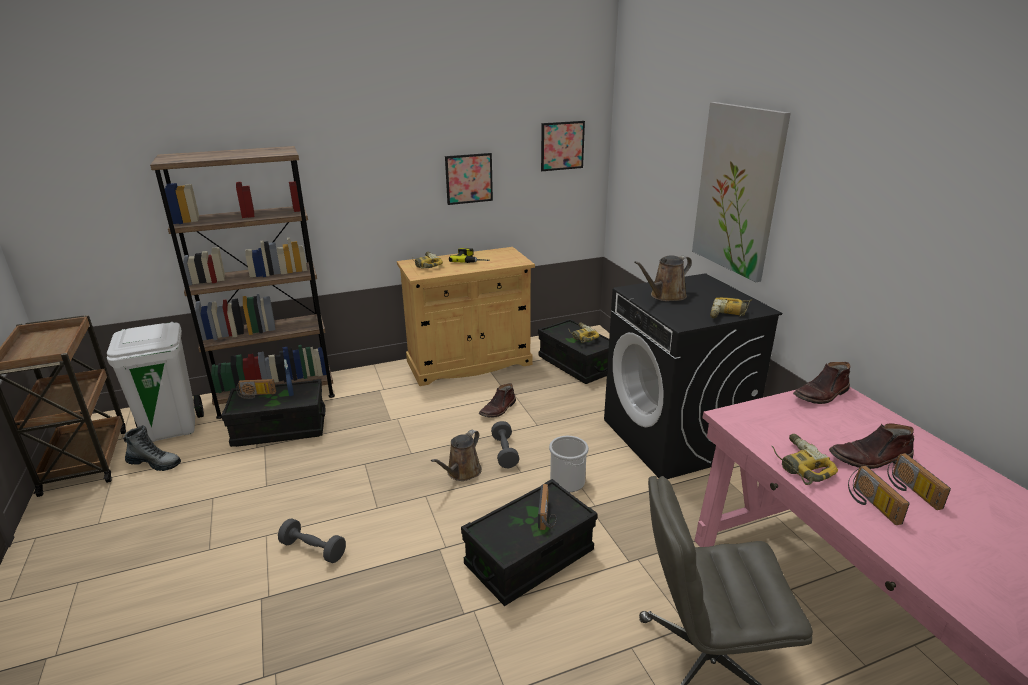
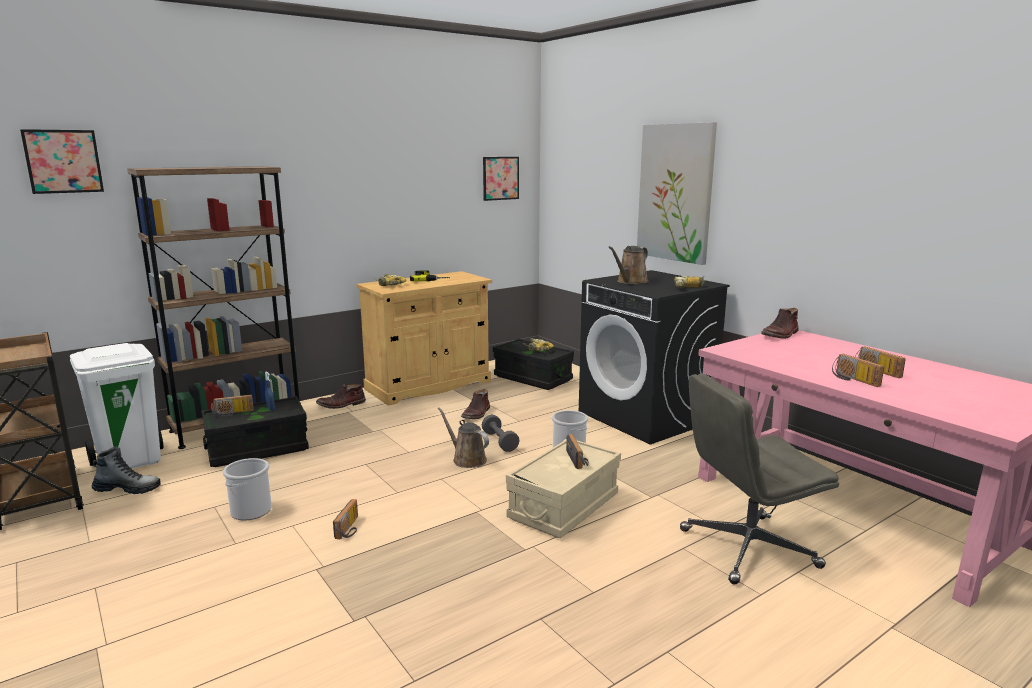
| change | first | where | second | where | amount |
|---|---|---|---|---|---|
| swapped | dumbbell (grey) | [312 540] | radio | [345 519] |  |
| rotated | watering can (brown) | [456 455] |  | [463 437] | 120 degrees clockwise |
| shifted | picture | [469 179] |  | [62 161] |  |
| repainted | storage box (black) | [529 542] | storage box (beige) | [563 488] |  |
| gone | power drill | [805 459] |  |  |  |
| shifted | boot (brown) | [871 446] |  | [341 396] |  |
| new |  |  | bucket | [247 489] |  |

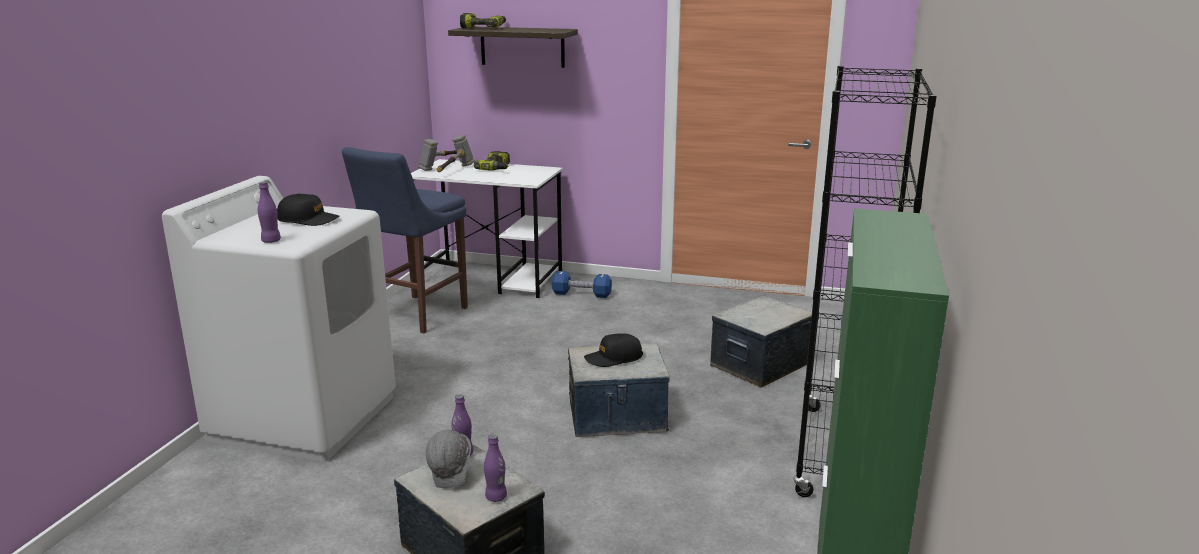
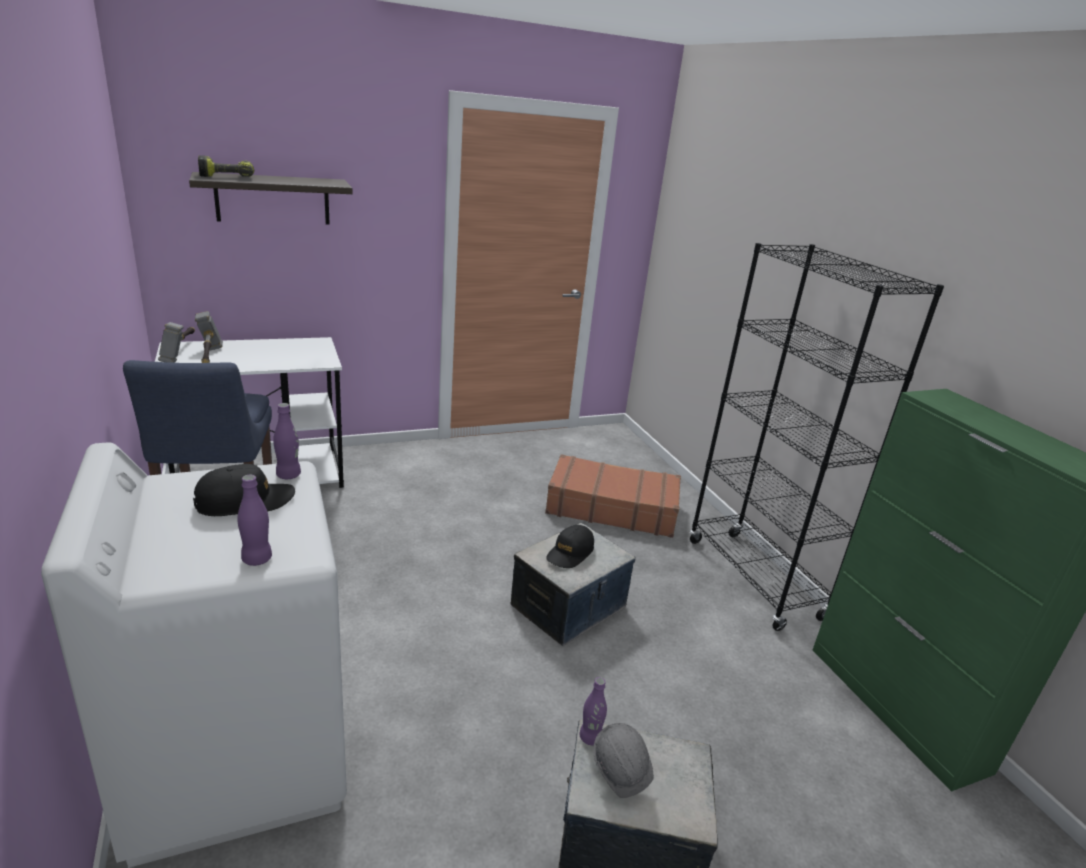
| change | first | where | second | where | amount |
|---|---|---|---|---|---|
| gone | power drill | [492 161] |  |  |  |
| shifted | bottle (purple) | [495 468] |  | [287 441] |  |
| gone | dumbbell (blue) | [582 284] |  |  |  |
| swapped | storage box | [761 341] | suitcase (brown) | [613 496] |  |

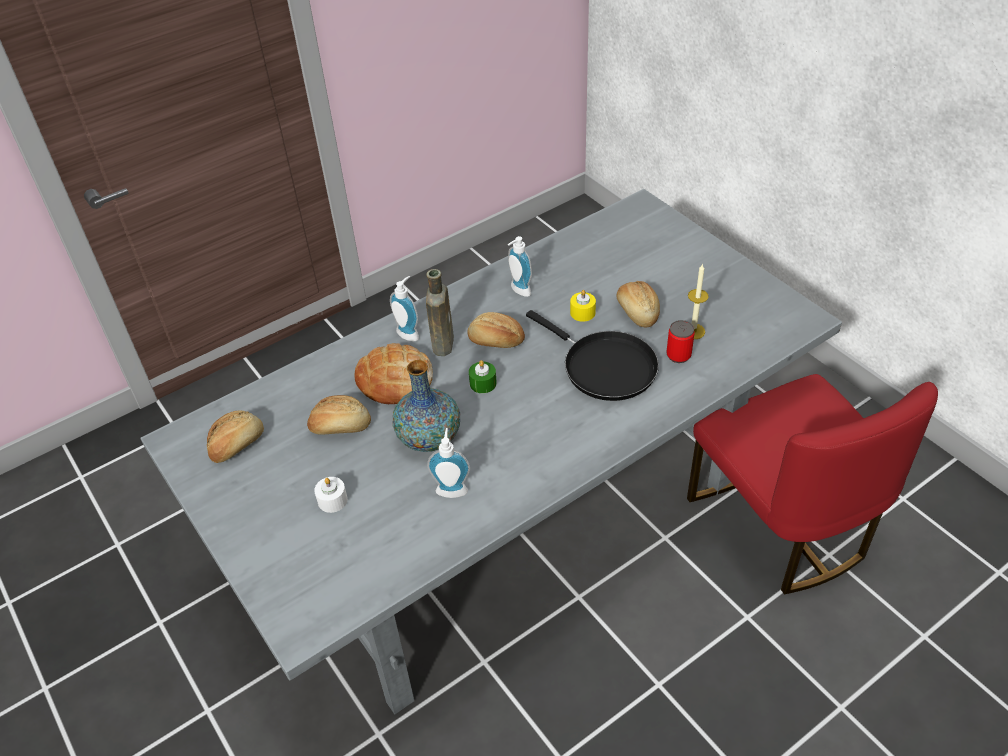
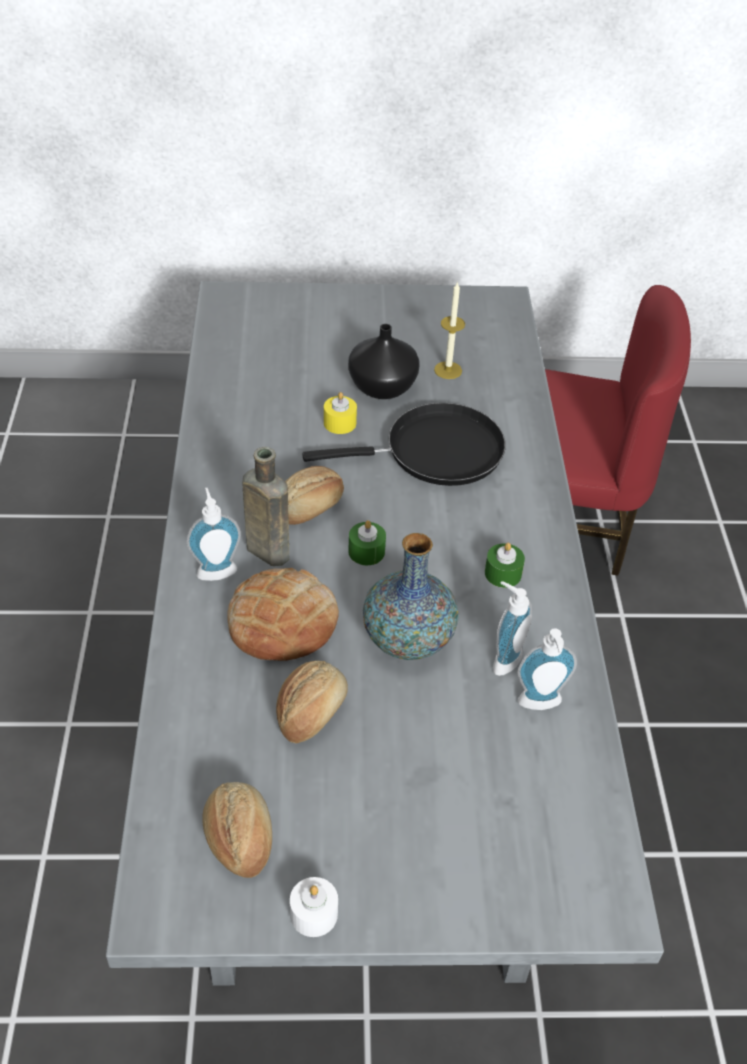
| change | first | where | second | where | amount |
|---|---|---|---|---|---|
| shifted | candle (white) | [331 495] |  | [314 907] |  |
| shifted | soap dispenser | [520 266] |  | [547 669] |  |
| swapped | bread | [638 304] | vase (black) | [383 361] |  |
| gone | can | [681 341] |  |  |  |
| new |  |  | candle (green) | [505 565] |  |

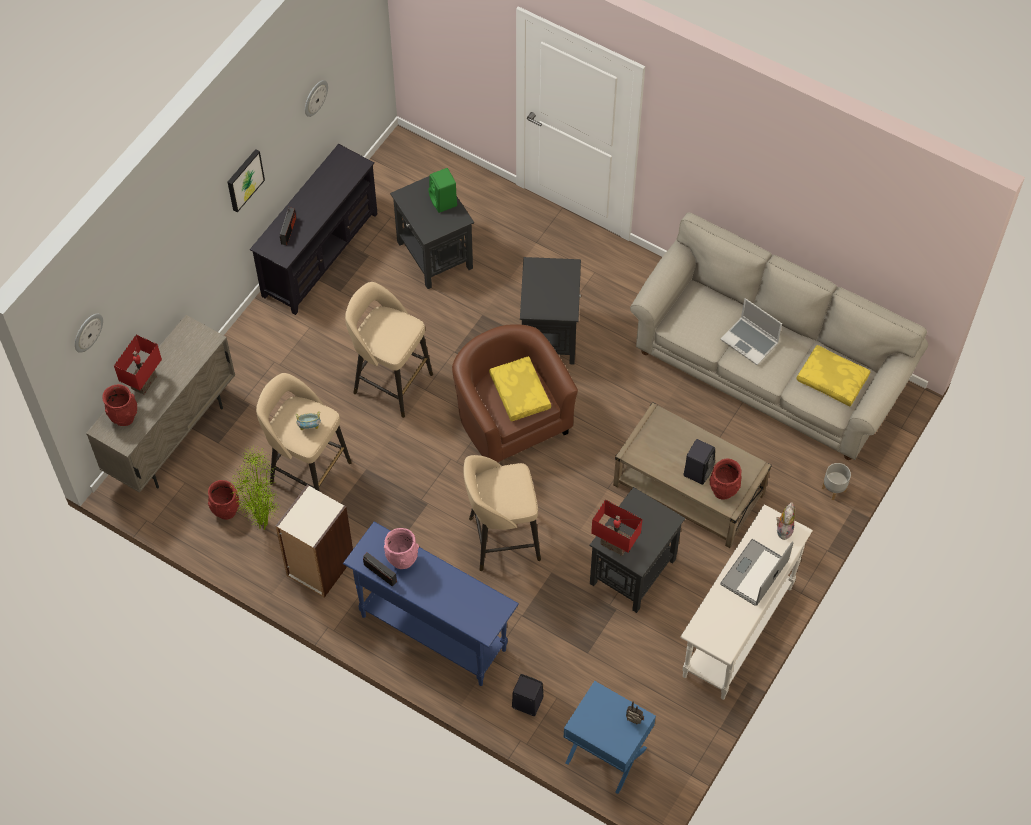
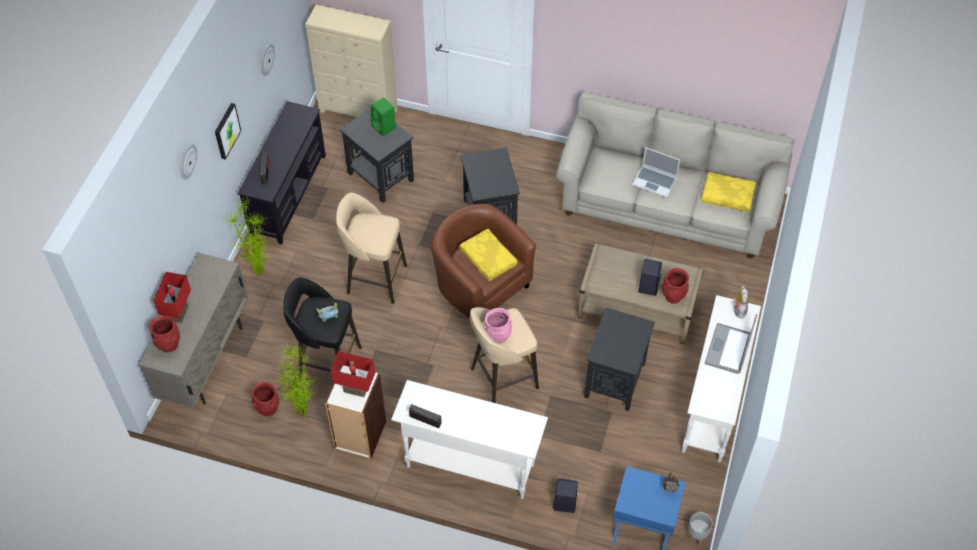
| change | first | where | second | where | amount |
|---|---|---|---|---|---|
| shifted | wall clock | [89 333] |  | [188 161] |  |
| repainted | stool (beige) | [304 432] | stool (black) | [322 328] |  |
| repainted | console table (blue) | [431 604] | console table (white) | [469 439] |  |
| shifted | vase (pink) | [401 548] |  | [498 326] |  |
| shifted | table lamp (red) | [617 528] |  | [352 374] |  |
| shifted | planter (grey) | [836 481] |  | [699 529] |  |
| new |  |  | potted plant | [245 236] |  |
| new |  |  | dresser (beige) | [351 61] |  |

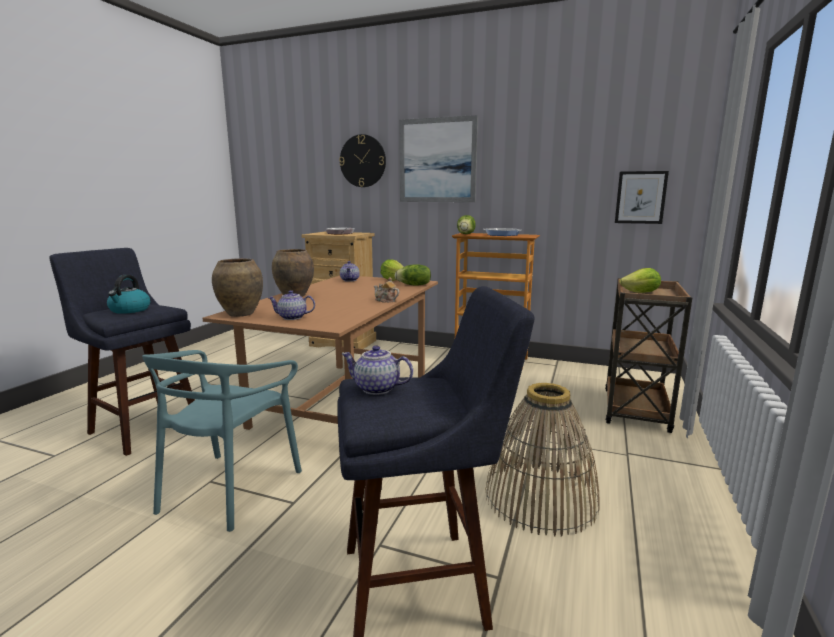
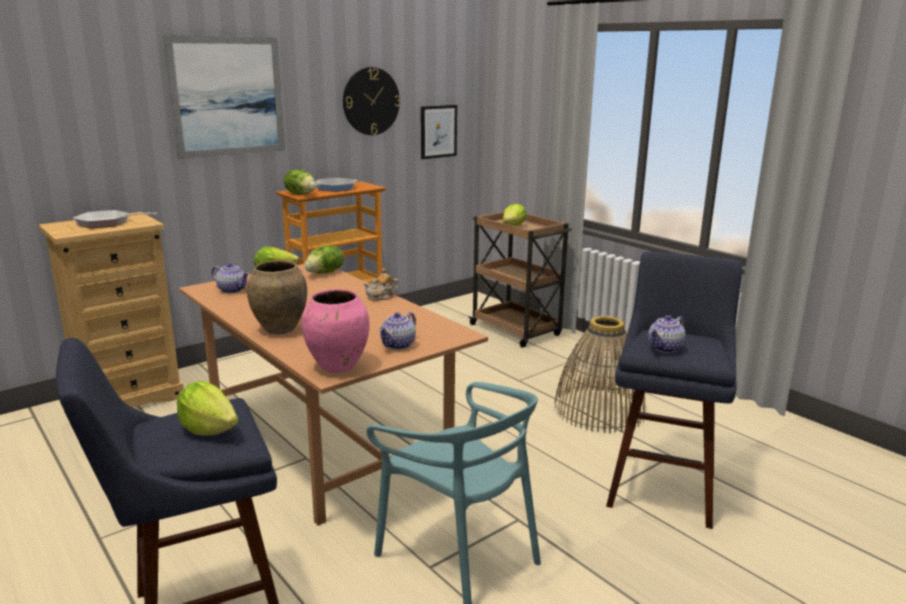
| change | first | where | second | where | amount |
|---|---|---|---|---|---|
| swapped | kettle | [128 294] | lettuce | [207 408] |  |
| repainted | vase (brown) | [237 287] | vase (pink) | [336 331] |  |
| shifted | wall clock | [362 160] |  | [372 101] |  |

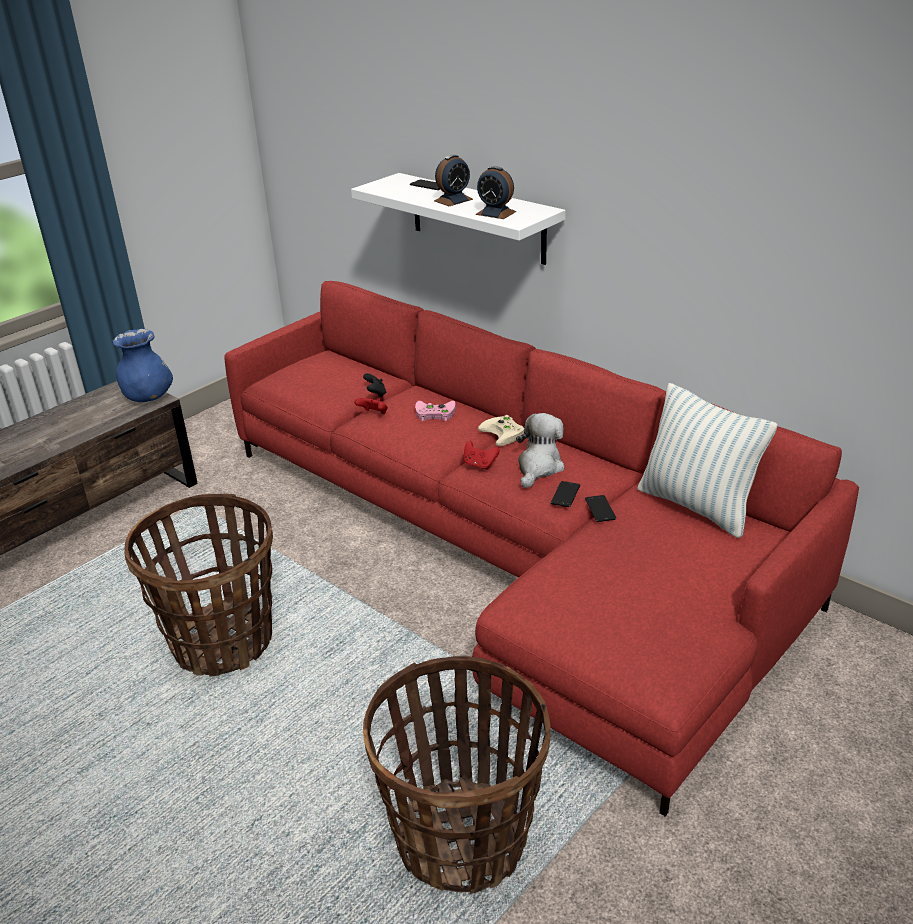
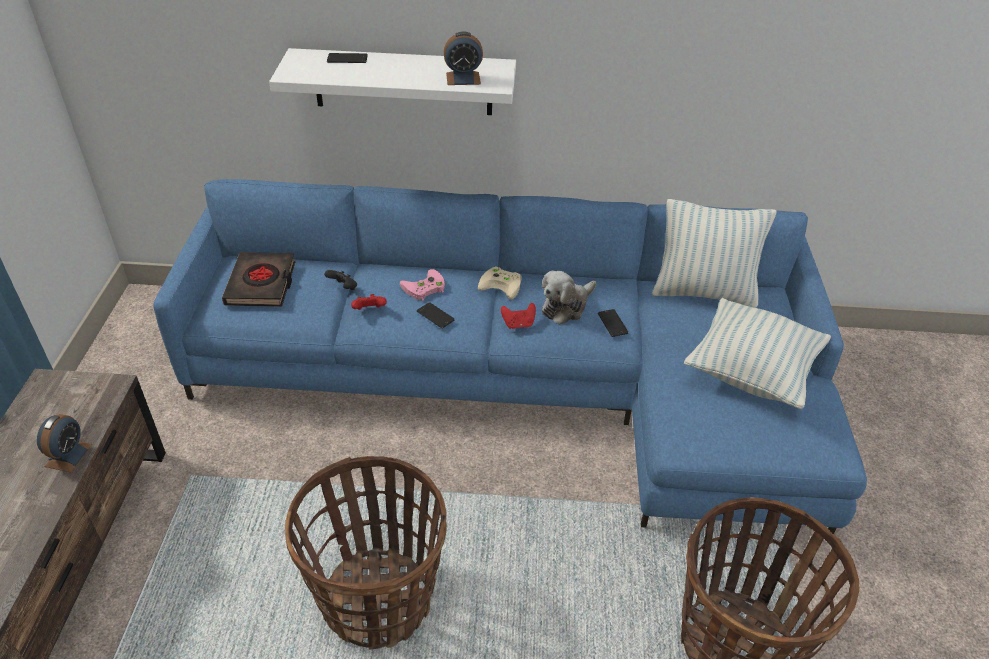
| change | first | where | second | where | amount |
|---|---|---|---|---|---|
| gone | vase (blue) | [142 365] |  |  |  |
| repainted | sofa (red) | [541 548] | sofa (blue) | [510 356] |  |
| shifted | alarm clock | [453 180] |  | [64 443] |  |
| rotated | plush toy | [540 450] |  | [569 298] | 120 degrees counterclockwise |
| shifted | phone | [600 508] |  | [436 315] |  |
| new |  |  | book (black) | [259 279] |  |
| new |  |  | pillow | [757 353] |  |

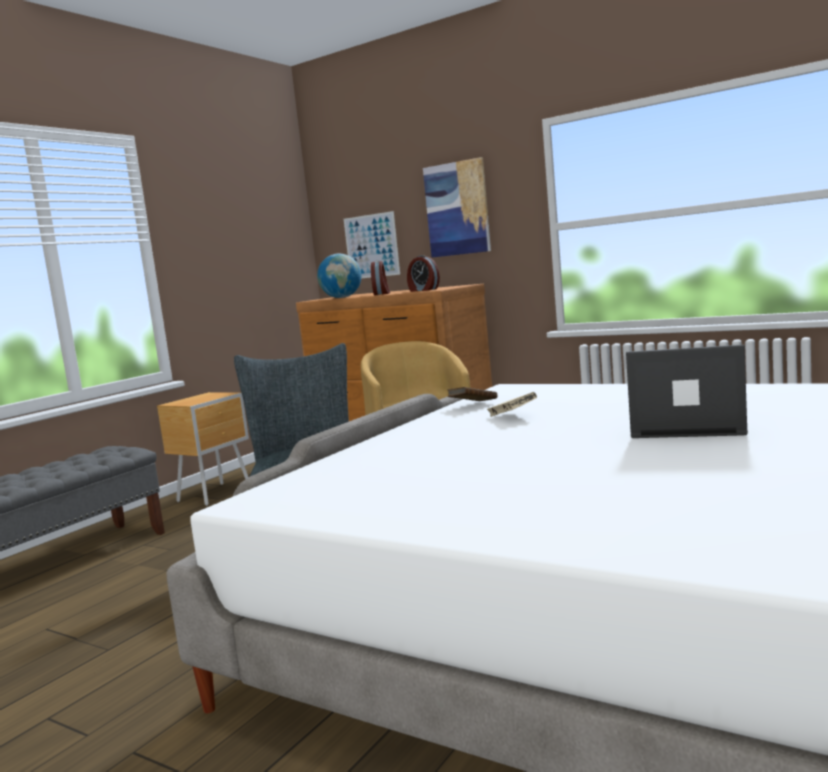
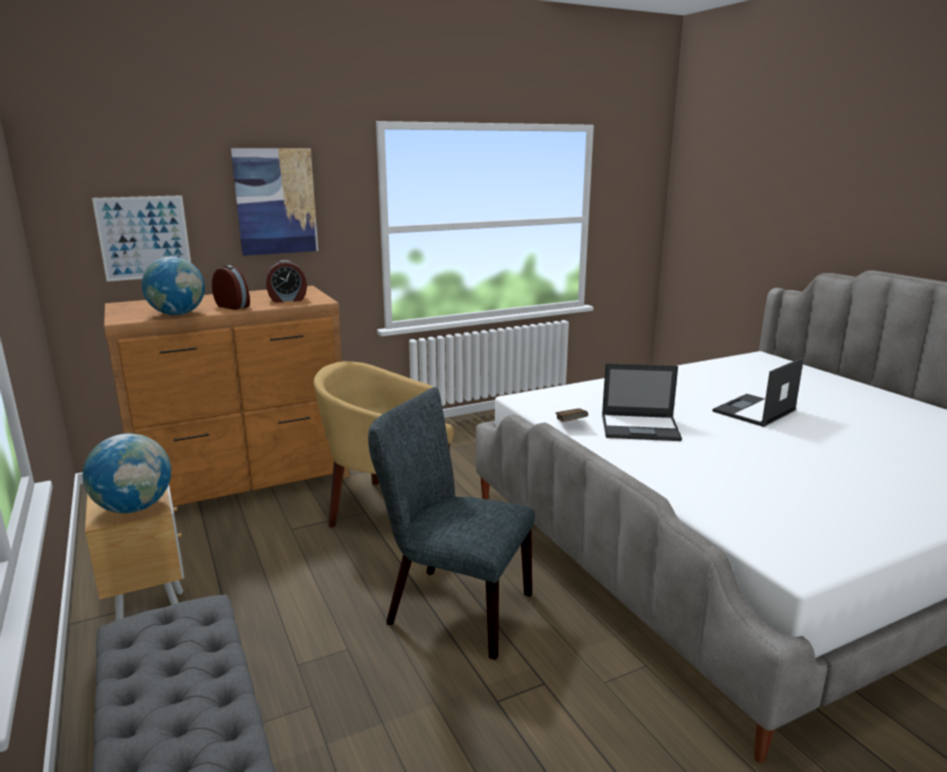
| change | first | where | second | where | amount |
|---|---|---|---|---|---|
| swapped | book (beige) | [512 404] | laptop | [642 402] |  |
| new |  |  | globe | [127 473] |  |

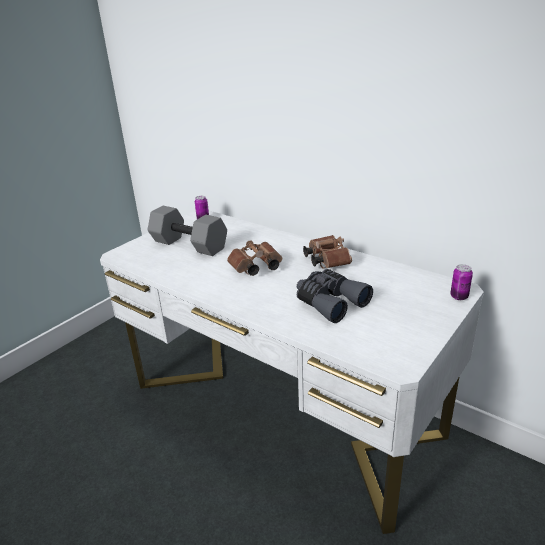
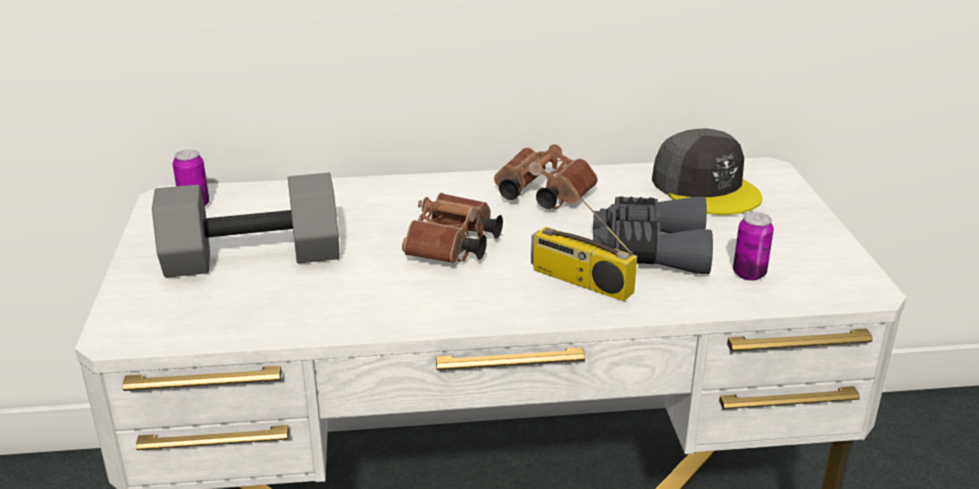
| change | first | where | second | where | amount |
|---|---|---|---|---|---|
| shifted | can | [461 282] |  | [753 246] |  |
| new |  |  | radio | [584 238] |  |
| new |  |  | cap (grey) | [707 171] |  |

